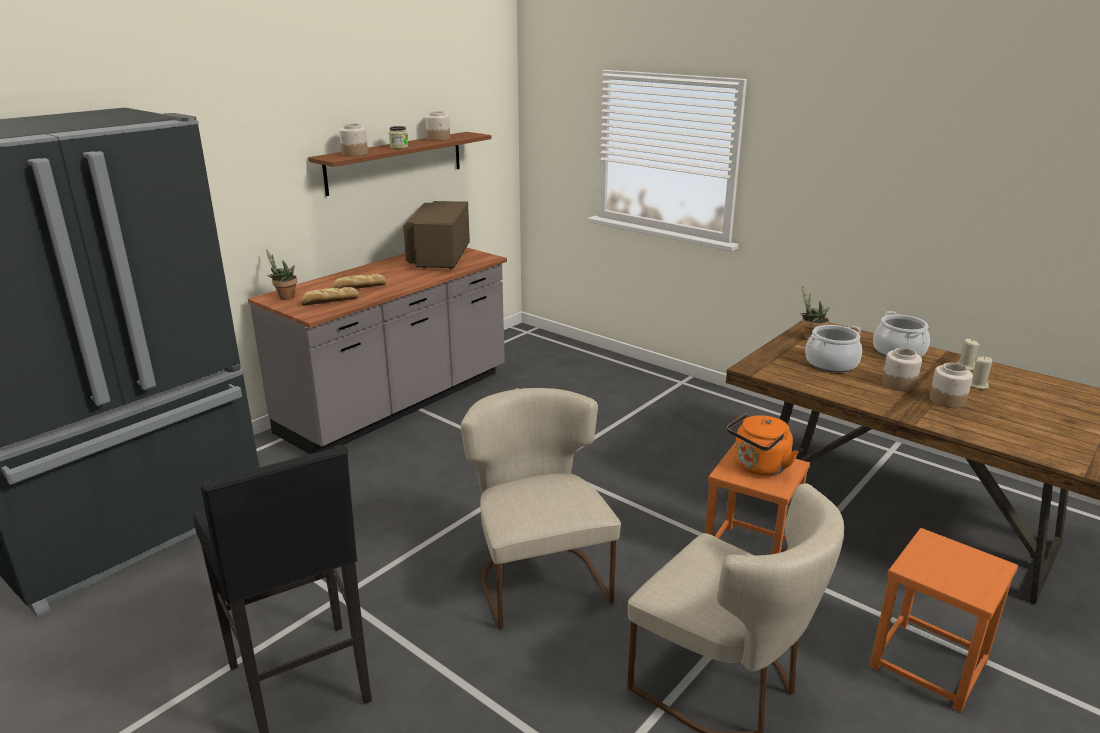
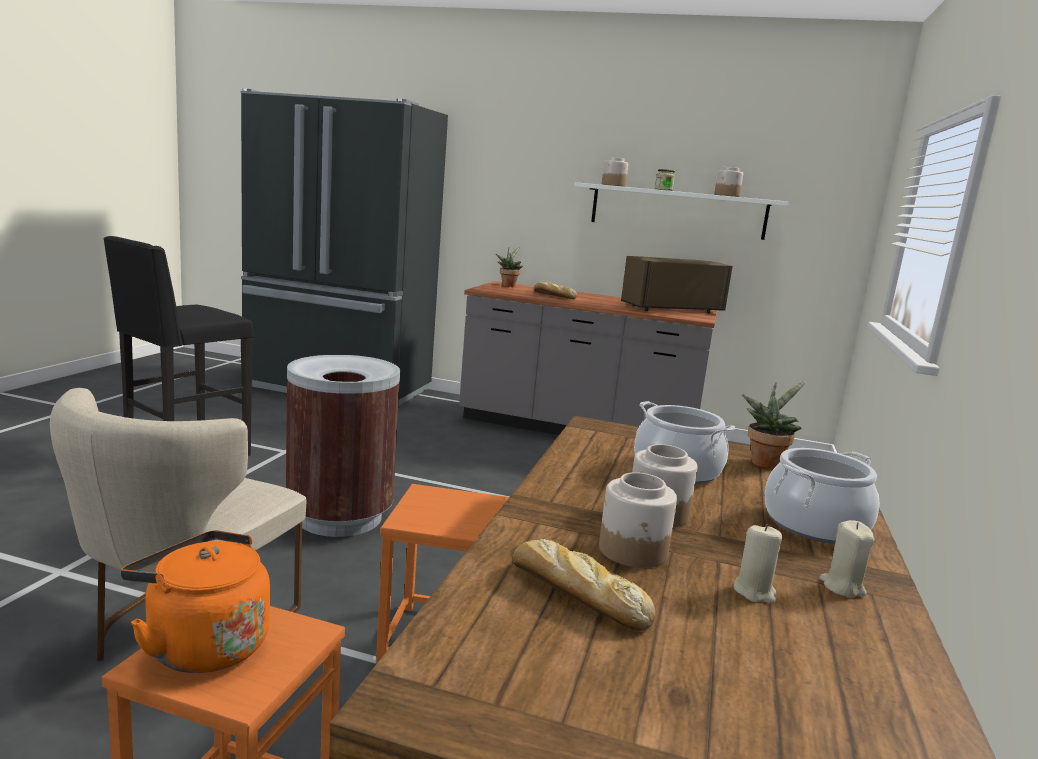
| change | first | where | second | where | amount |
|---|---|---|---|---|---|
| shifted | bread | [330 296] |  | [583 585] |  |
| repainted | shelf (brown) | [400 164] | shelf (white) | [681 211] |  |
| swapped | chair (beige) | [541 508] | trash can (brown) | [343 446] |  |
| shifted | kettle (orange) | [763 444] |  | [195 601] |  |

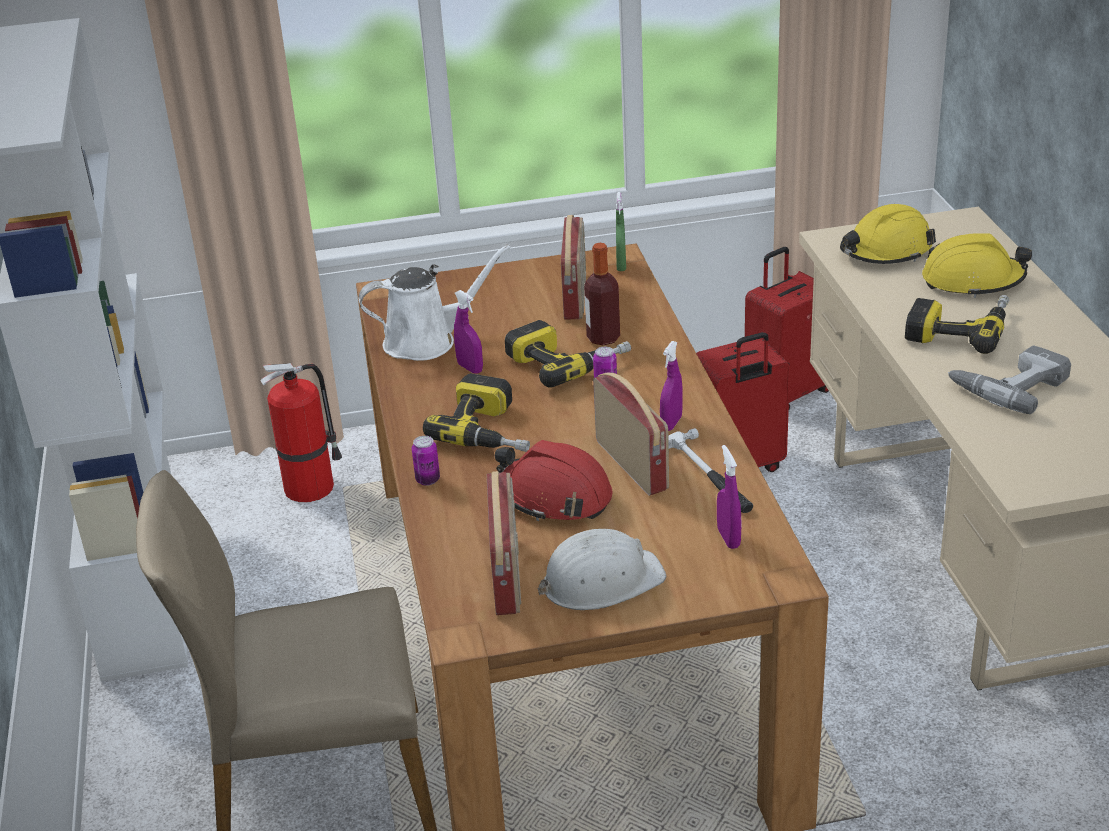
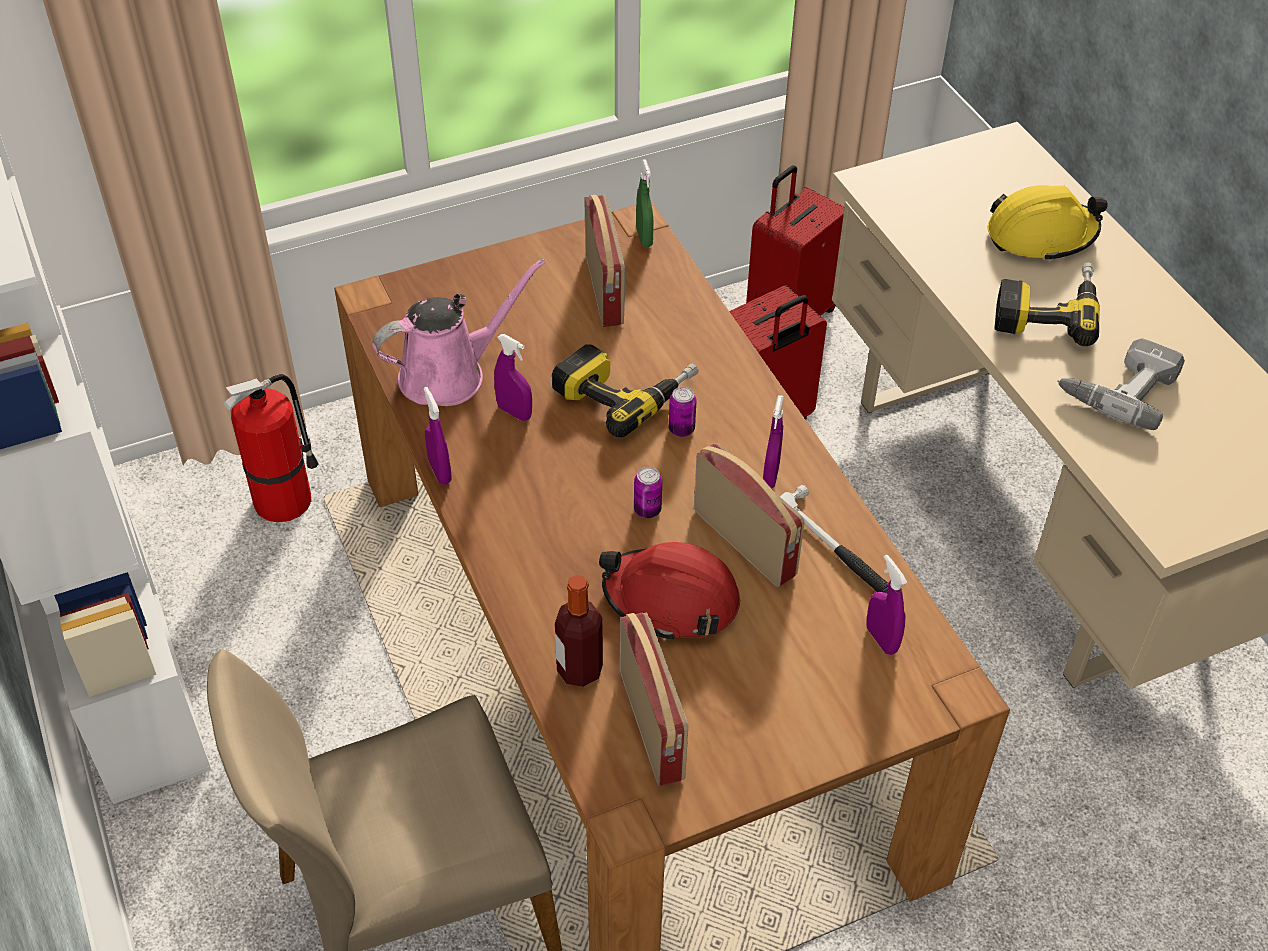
| change | first | where | second | where | amount |
|---|---|---|---|---|---|
| repainted | watering can (white) | [435 302] | watering can (pink) | [459 332] |  |
| shifted | can | [426 461] |  | [648 492] |  |
| gone | power drill | [476 412] |  |  |  |
| gone | hard hat (white) | [602 569] |  |  |  |
| shifted | bottle | [602 294] |  | [579 631] |  |
| gone | hard hat (yellow) | [888 234] |  |  |  |
| new |  |  | spray bottle (purple) | [437 436] |  |

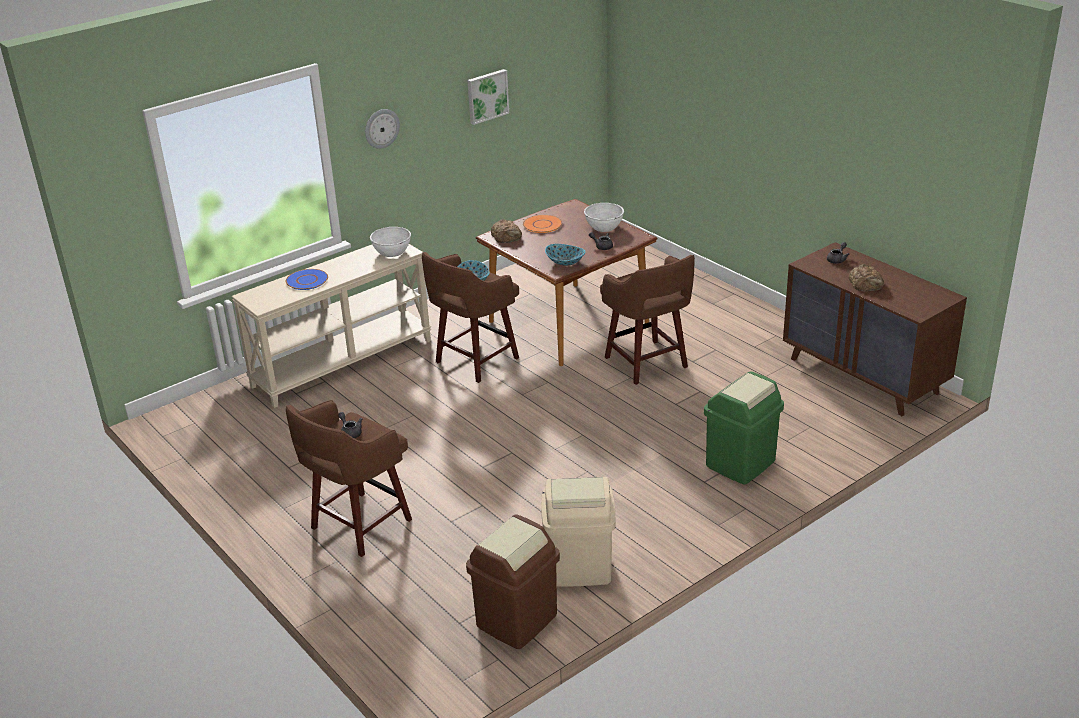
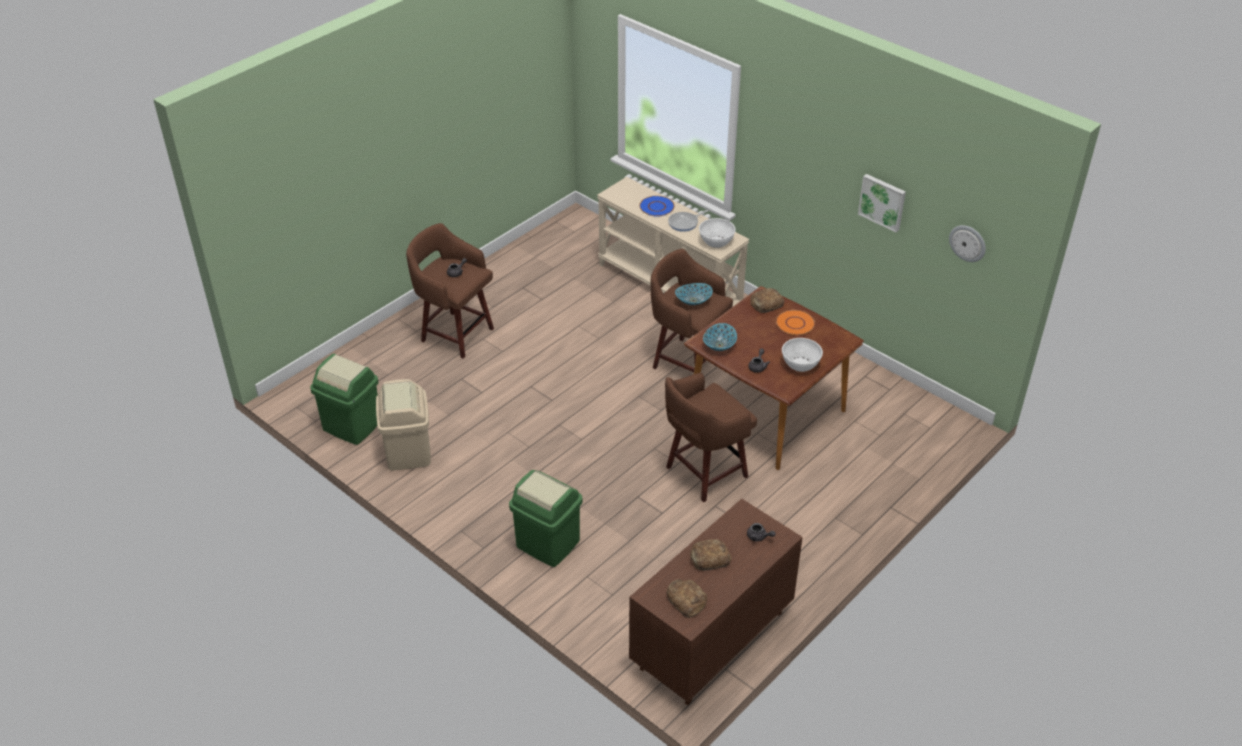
| change | first | where | second | where | amount |
|---|---|---|---|---|---|
| shifted | wall clock | [382 129] |  | [967 243] |  |
| repainted | trash can (brown) | [513 581] | trash can (green) | [344 399] |  |
| new |  |  | bread | [686 598] |  |
| new |  |  | frying pan | [688 221] |  |

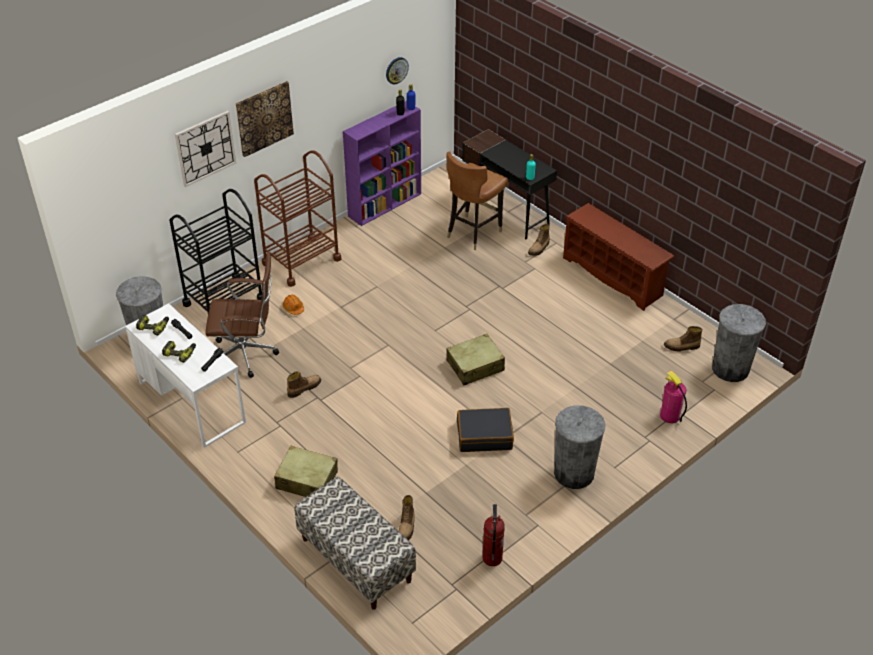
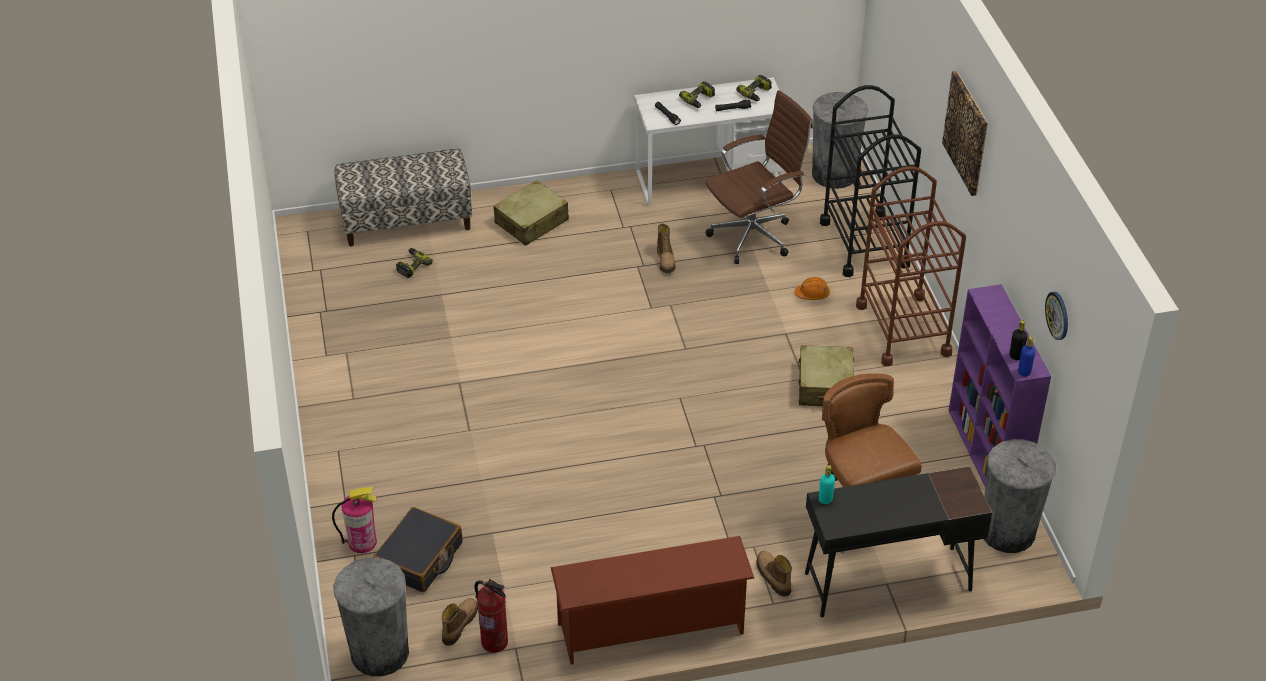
| change | first | where | second | where | amount |
|---|---|---|---|---|---|
| gone | wall clock | [205 149] |  |  |  |
| rotated | office chair (brown) | [242 314] |  | [759 177] | 150 degrees counterclockwise |
| swapped | boot | [407 517] | power drill | [414 263] |  |
| shifted | suitcase (beige) | [476 359] |  | [825 375] |  |
| shifted | suitcase (black) | [485 430] |  | [417 549] |  |
| shifted | fire extinguisher | [494 535] |  | [491 616] |  |
| shifted | trash can (grey) | [580 447] |  | [1019 496] |  |

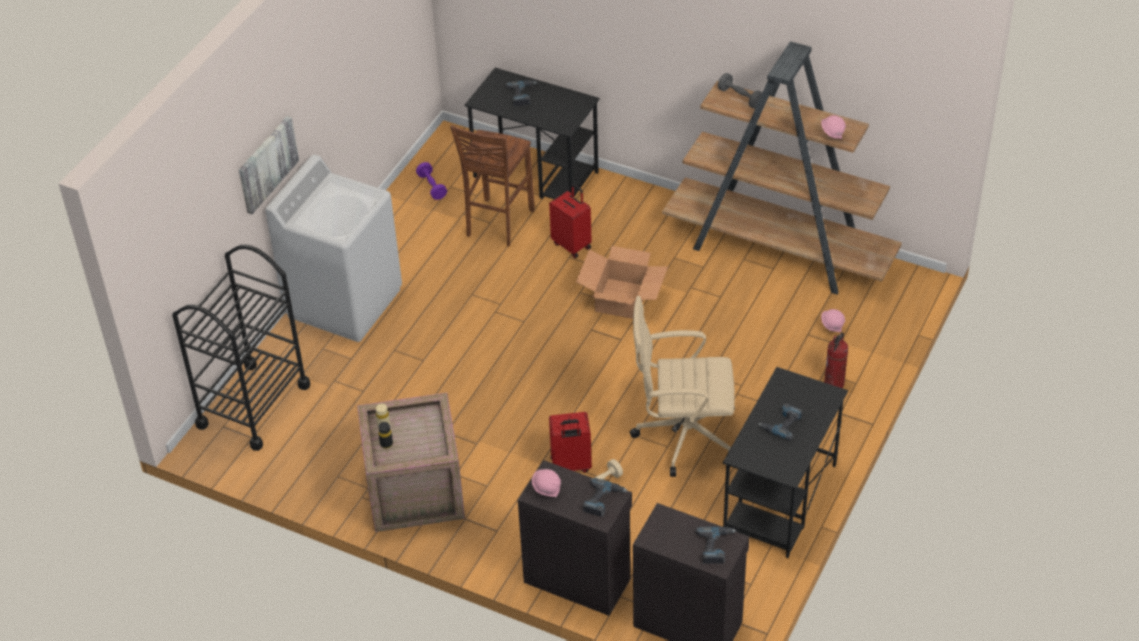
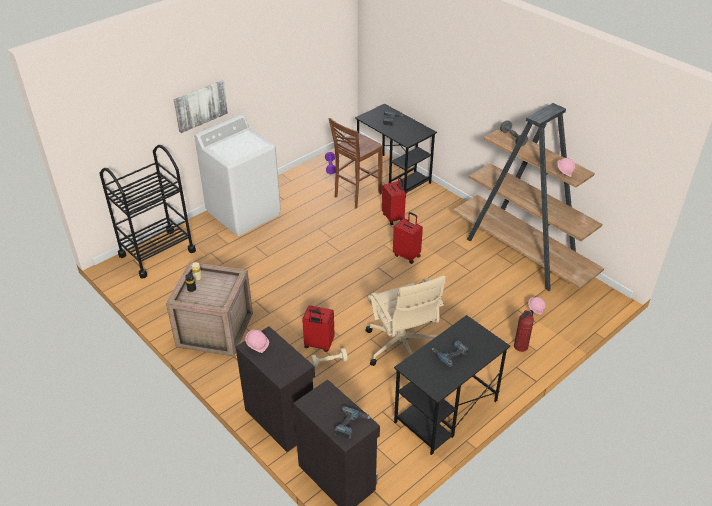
| change | first | where | second | where | amount |
|---|---|---|---|---|---|
| swapped | cardboard box | [622 282] | suitcase (red) | [408 238] |  |
| gone | power drill | [605 497] |  |  |  |
| rotated | office chair (beige) | [682 386] |  | [405 320] | 135 degrees counterclockwise |

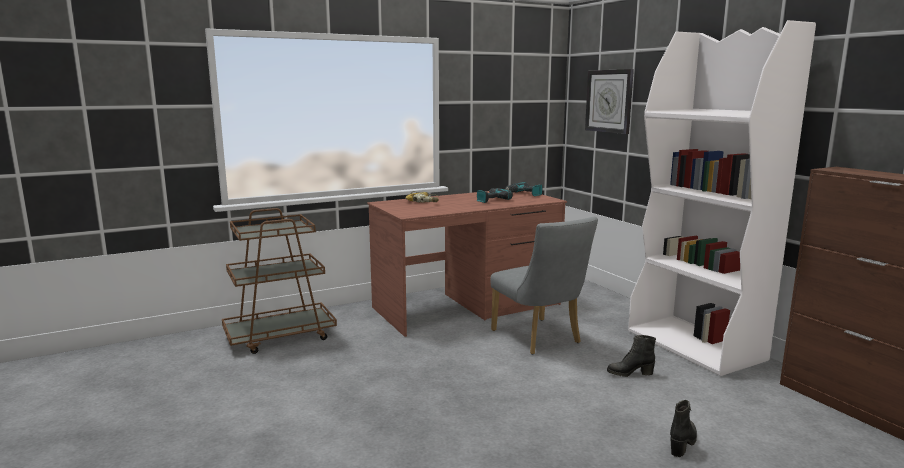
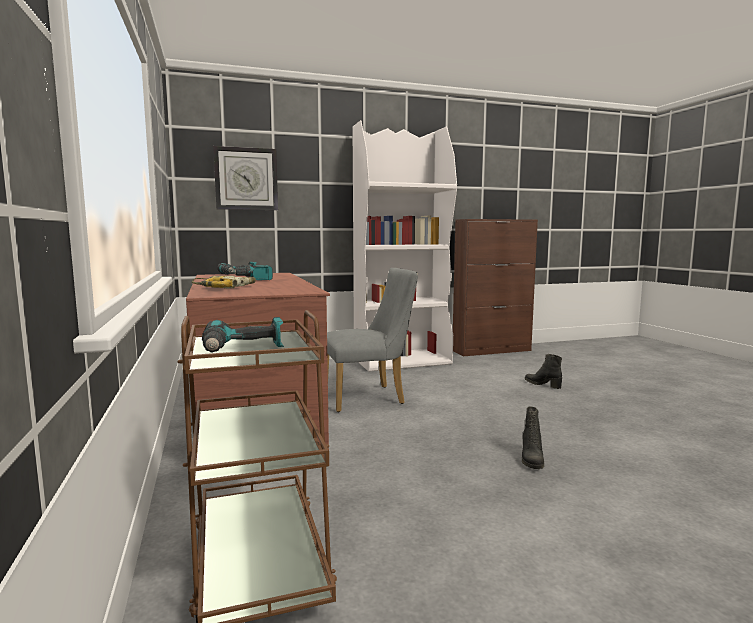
| change | first | where | second | where | amount |
|---|---|---|---|---|---|
| shifted | boot (black) | [631 356] |  | [533 438] |  |
| new |  |  | power drill | [243 334] |  |

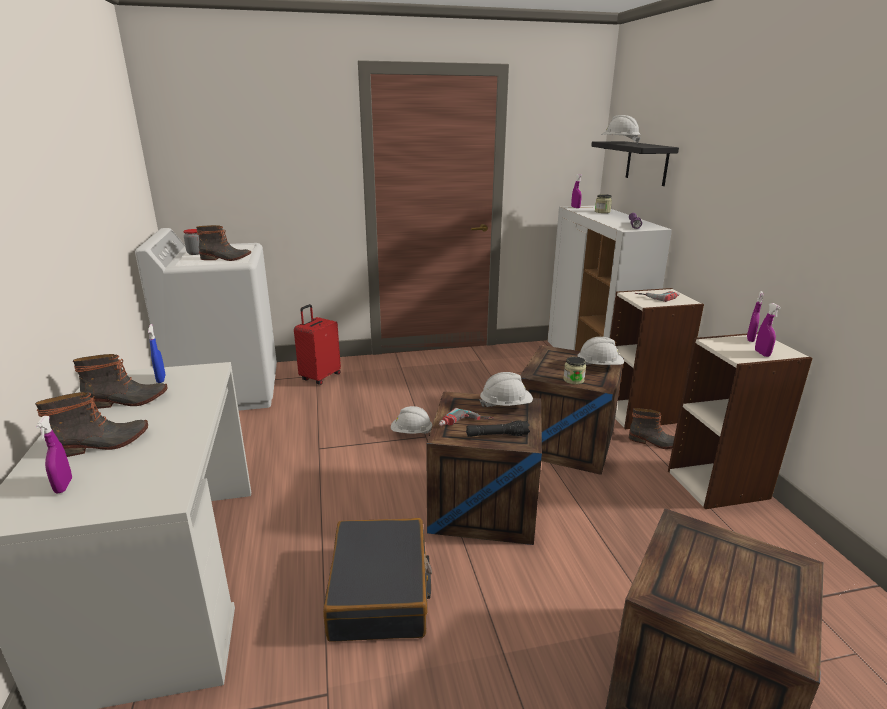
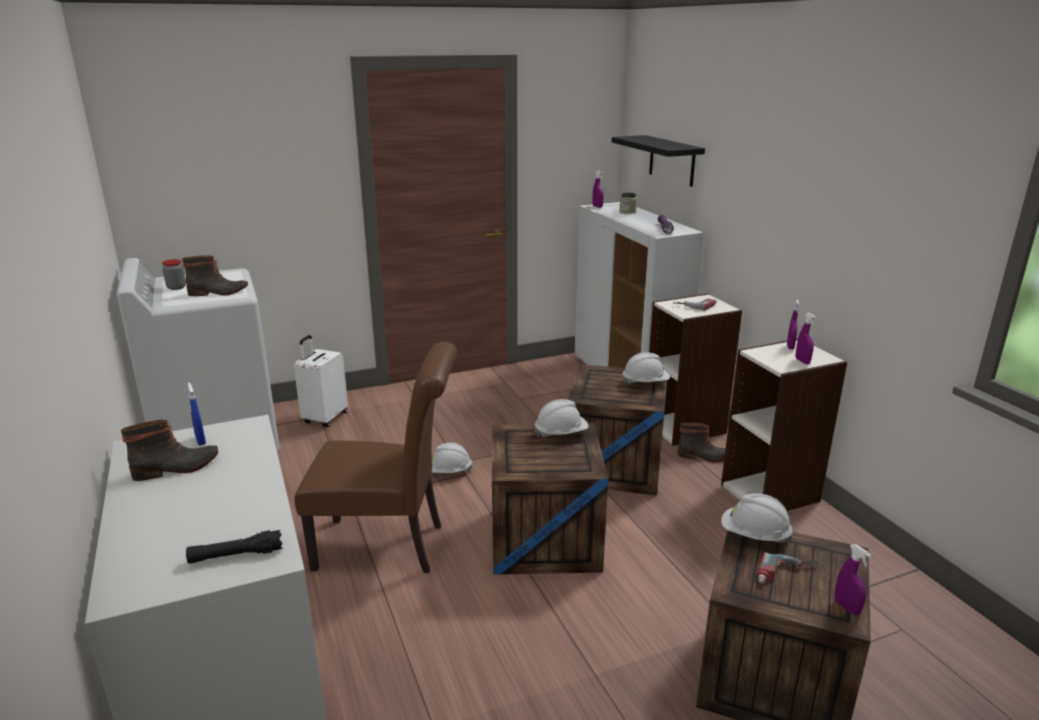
| change | first | where | second | where | amount |
|---|---|---|---|---|---|
| gone | boot | [91 424] |  |  |  |
| shifted | spray bottle (purple) | [54 455] |  | [853 579] |  |
| repainted | suitcase (red) | [317 344] | suitcase (white) | [321 381] |  |
| gone | suitcase (black) | [377 580] |  |  |  |
| shifted | power drill | [466 417] |  | [788 568] |  |
| shifted | flashlight (black) | [498 428] |  | [234 547] |  |
| gone | jar | [574 371] |  |  |  |
| shifted | hard hat (white) | [620 129] |  | [757 518] |  |
| new |  |  | chair (brown) | [375 457] |  |

